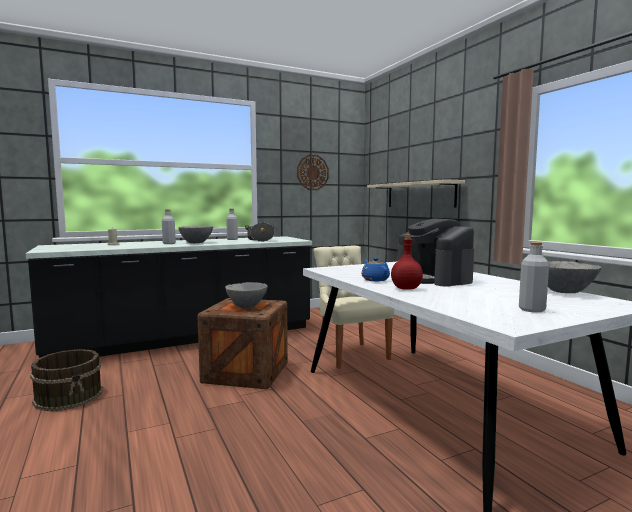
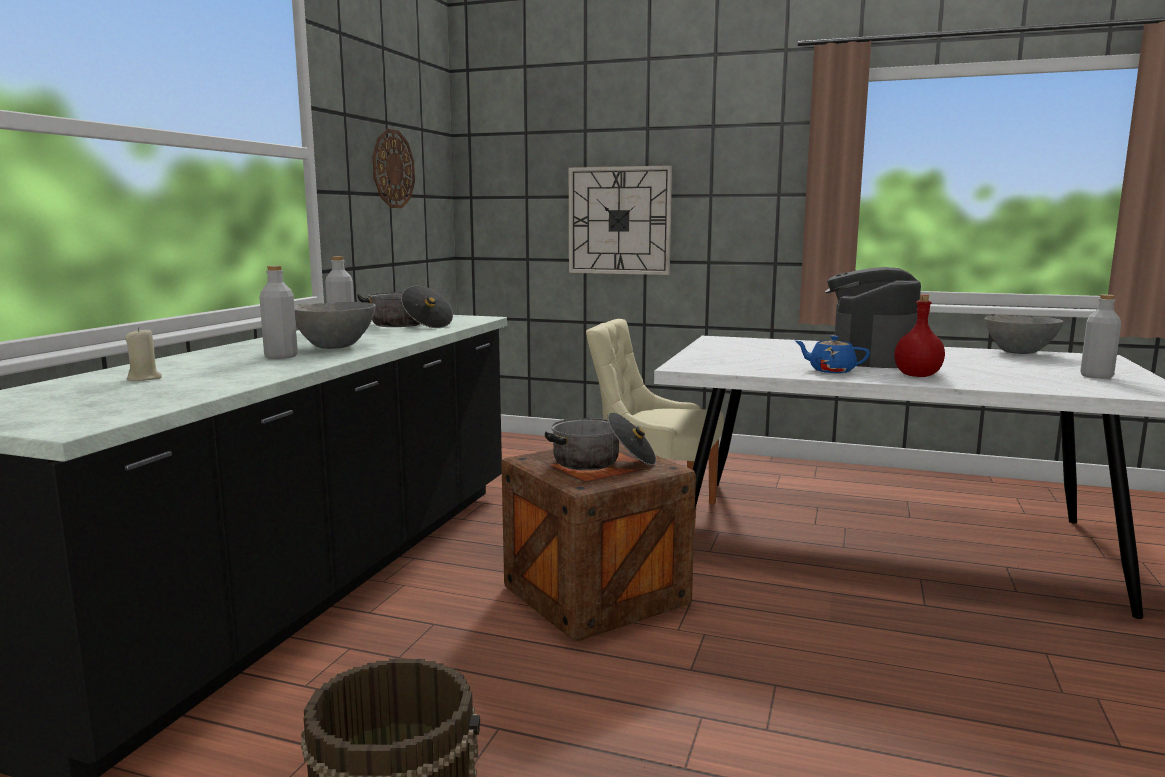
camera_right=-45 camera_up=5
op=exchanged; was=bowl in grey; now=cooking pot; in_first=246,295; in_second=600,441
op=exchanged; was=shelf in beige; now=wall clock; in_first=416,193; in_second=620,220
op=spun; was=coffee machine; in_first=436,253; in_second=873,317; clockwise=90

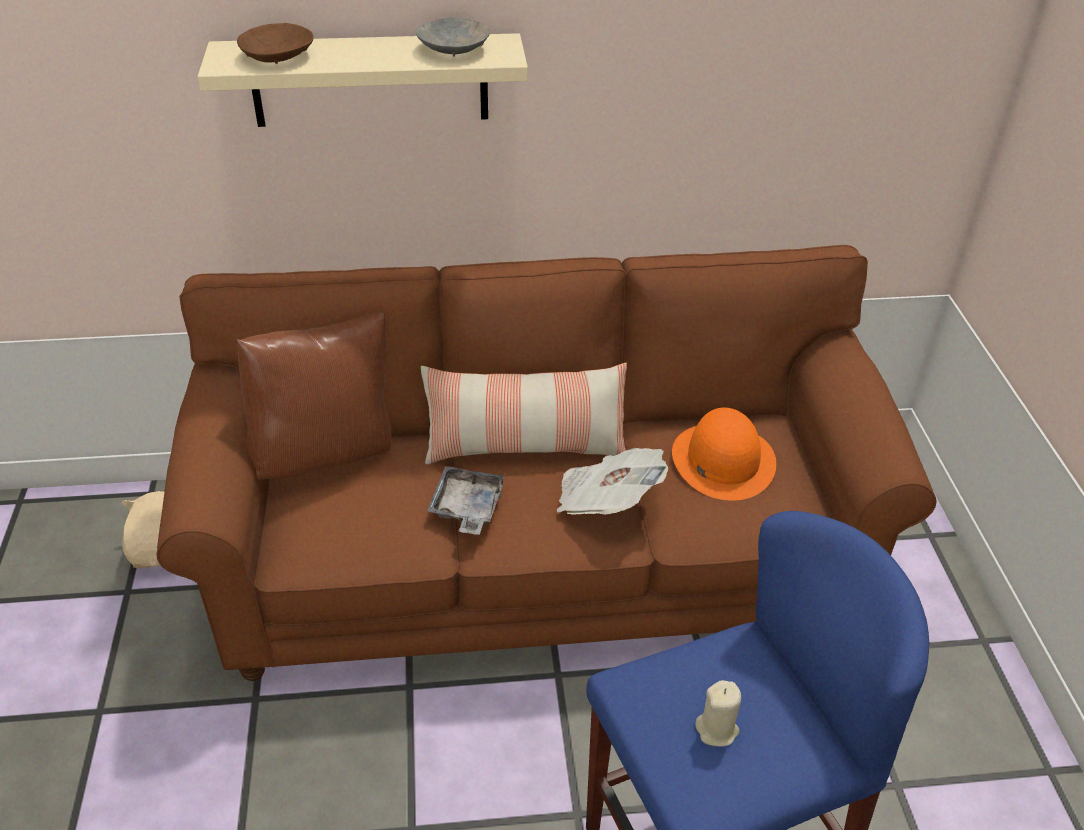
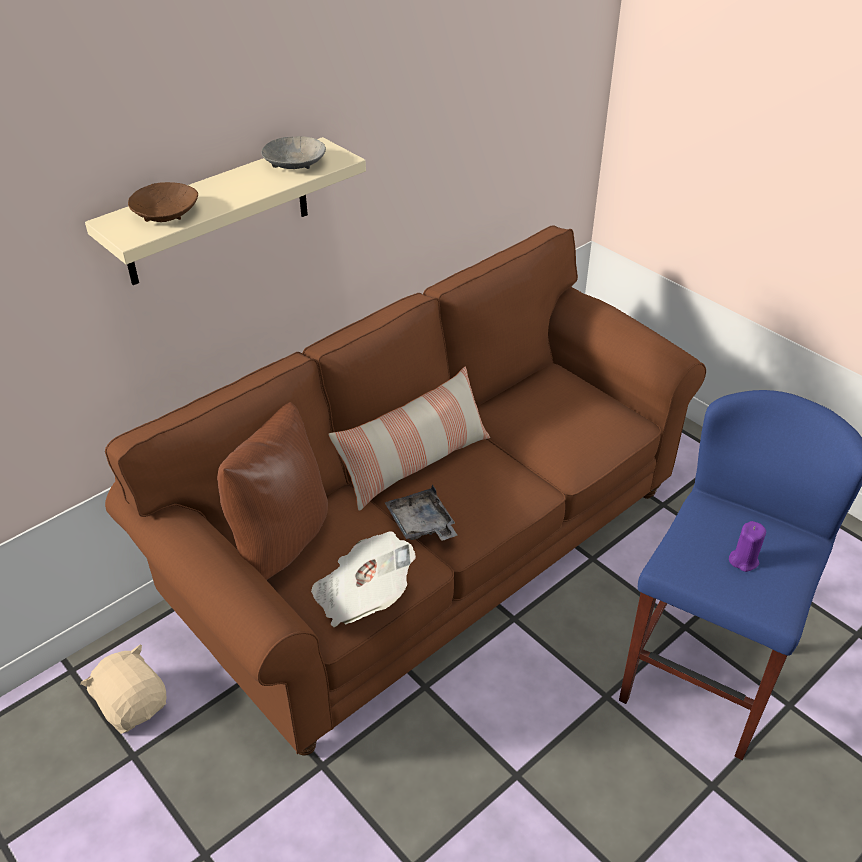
camera_right=-35 camera_up=0
op=missing; was=hat in orange; in_first=724,454
op=relocated; was=newspaper; in_first=612,481; in_second=363,579
op=colour; was=candle in beige; now=candle in purple; in_first=718,713; in_second=747,546

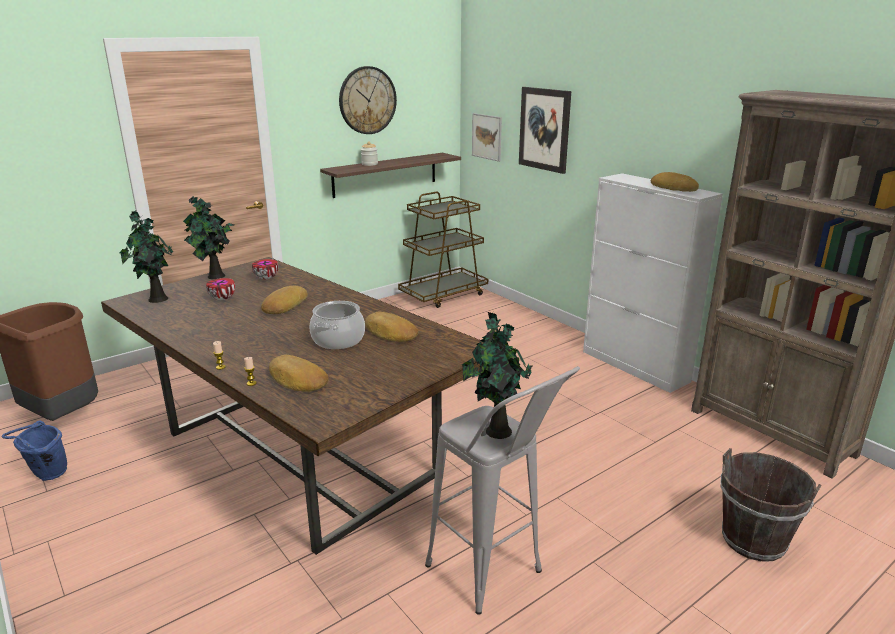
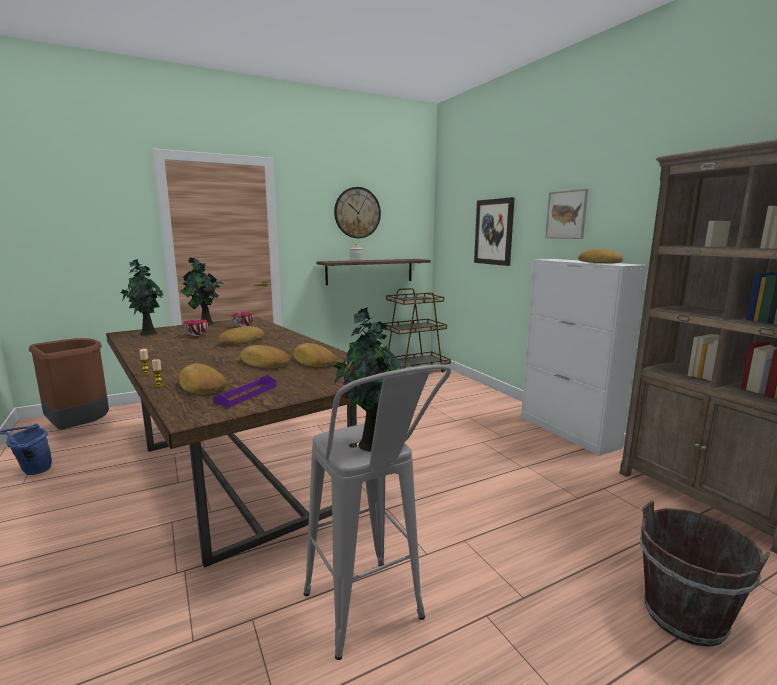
camera_right=10 camera_up=-10
op=appeared; now=tray in purple; in_second=244,391
op=relocated; was=picture; in_first=487,137; in_second=566,214
op=exchanged; was=cooking pot; now=bread; in_first=337,325; in_second=265,356

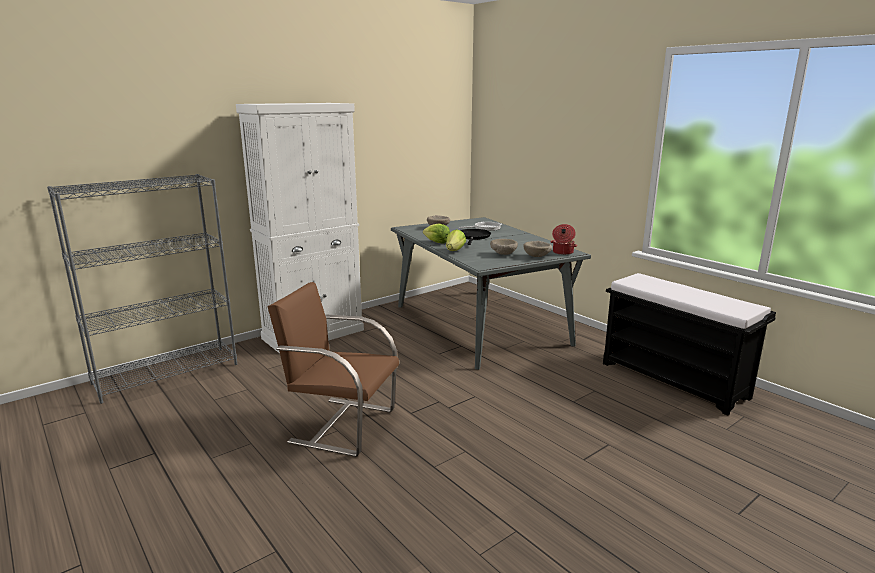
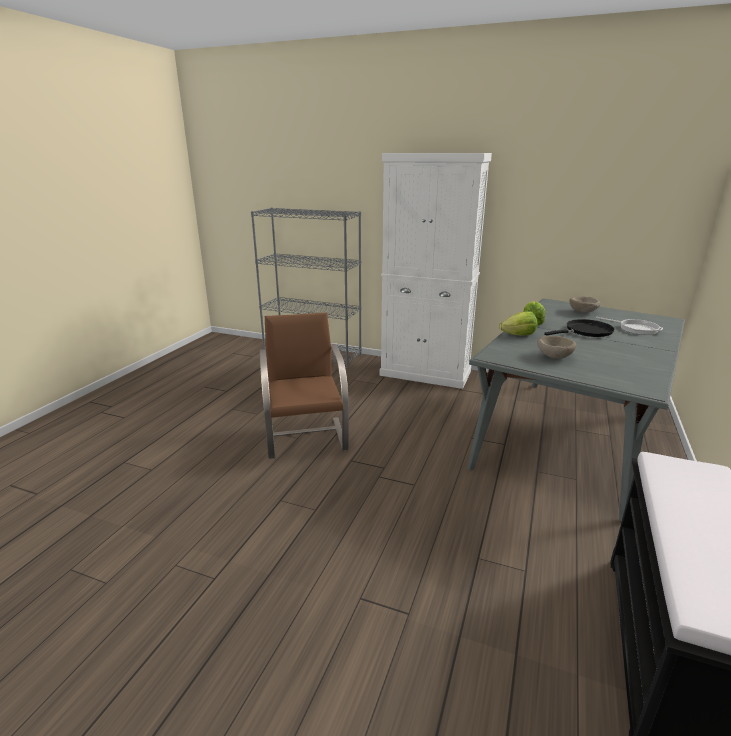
camera_right=60 camera_up=5
op=missing; was=bowl in beige; in_first=537,249
op=missing; was=cooking pot; in_first=563,239

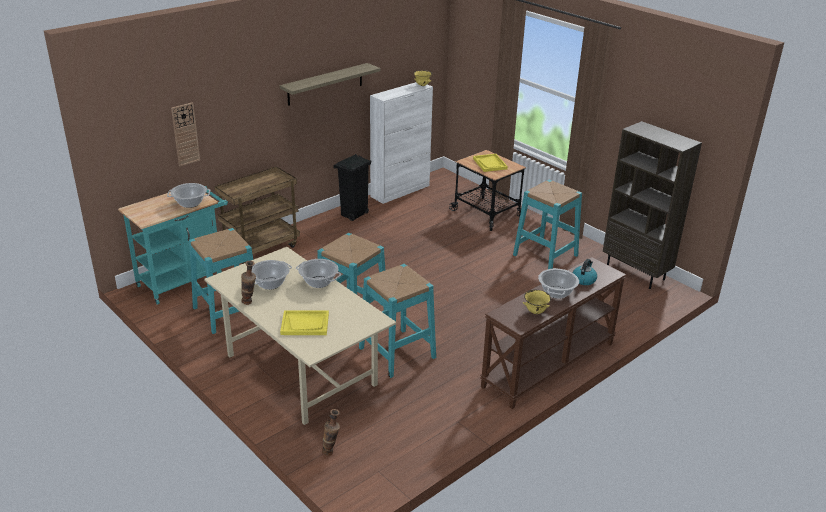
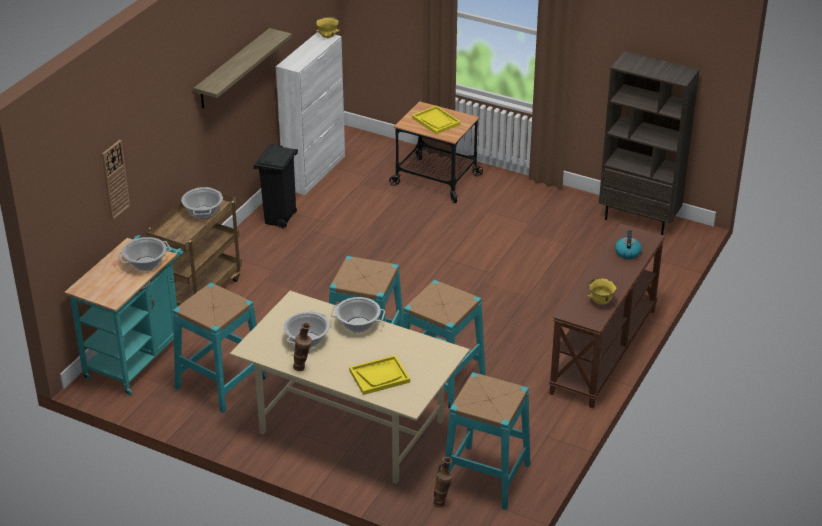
camera_right=-20 camera_up=5
op=relocated; was=stool in turquoise; in_first=547,224; in_second=488,441
op=relocated; was=cooking pot; in_first=558,283; in_second=202,203

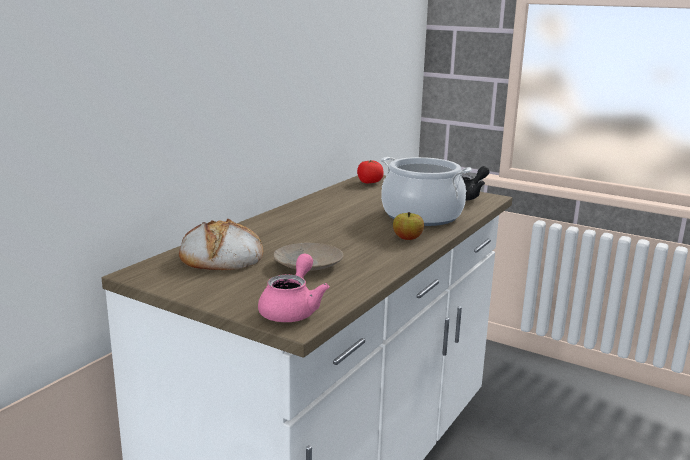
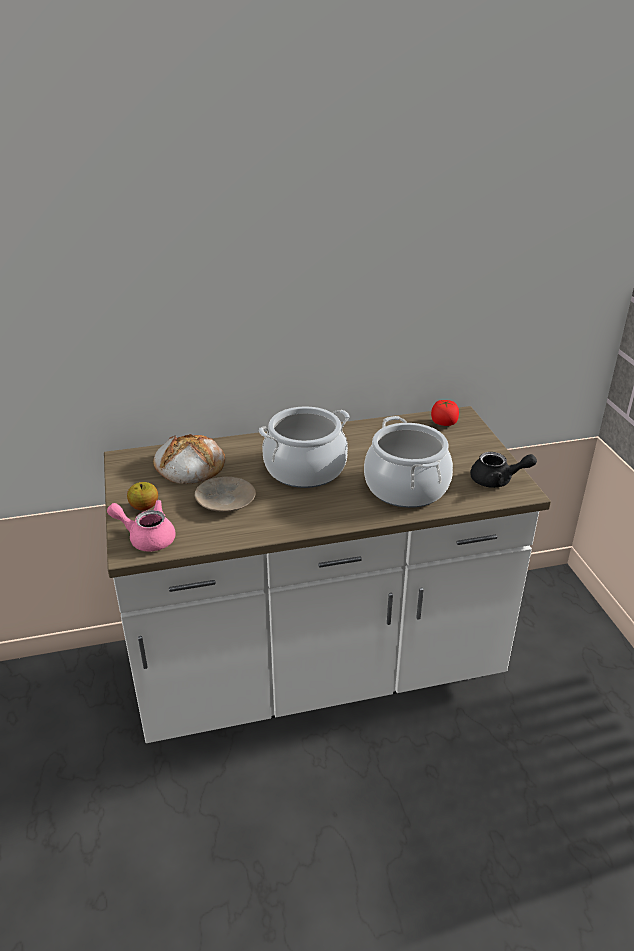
camera_right=45 camera_up=15
op=appeared; now=cooking pot; in_second=304,447
op=relocated; was=apple; in_first=408,226; in_second=142,496
op=spun; was=teapot in pink; in_first=293,288; in_second=141,525; clockwise=-135

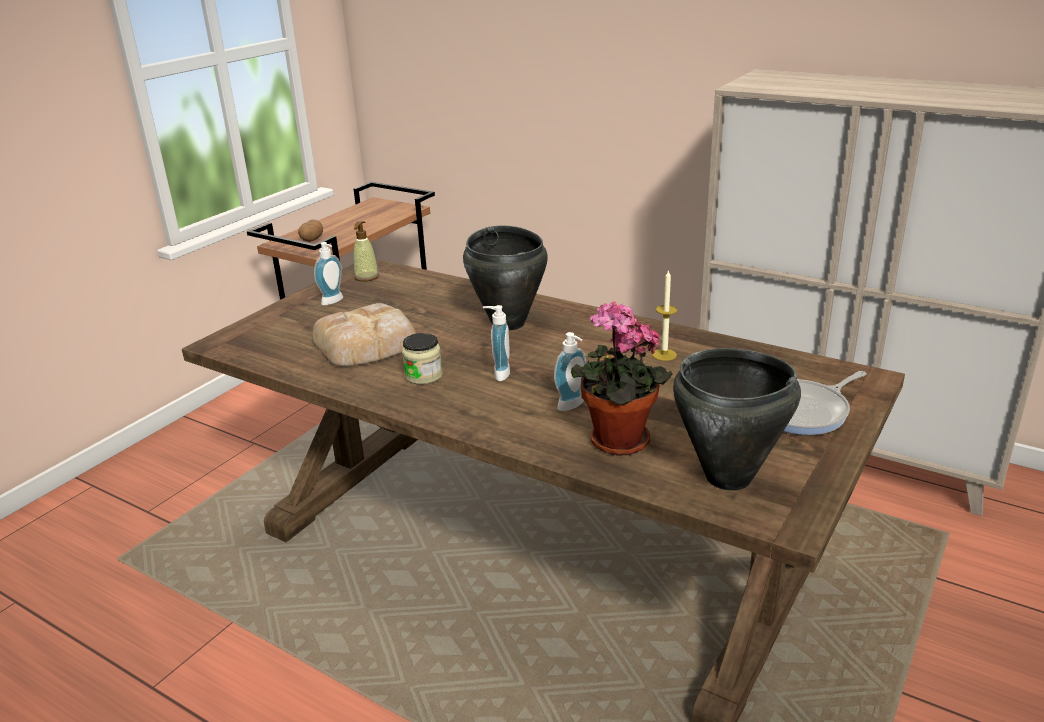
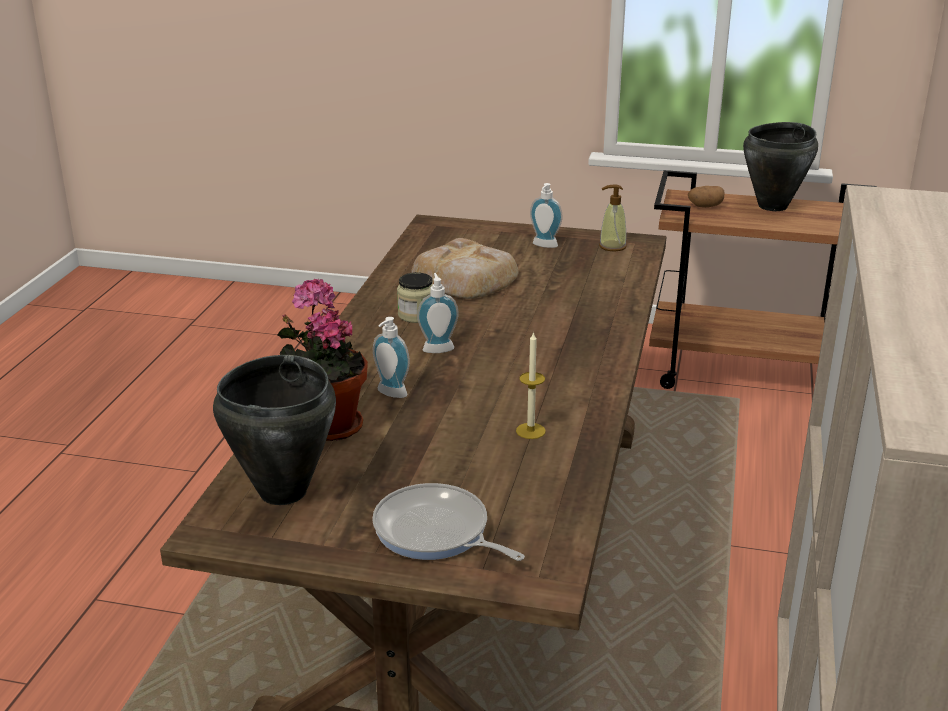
camera_right=70 camera_up=0
op=relocated; was=cooking pot in black; in_first=505,278; in_second=780,166

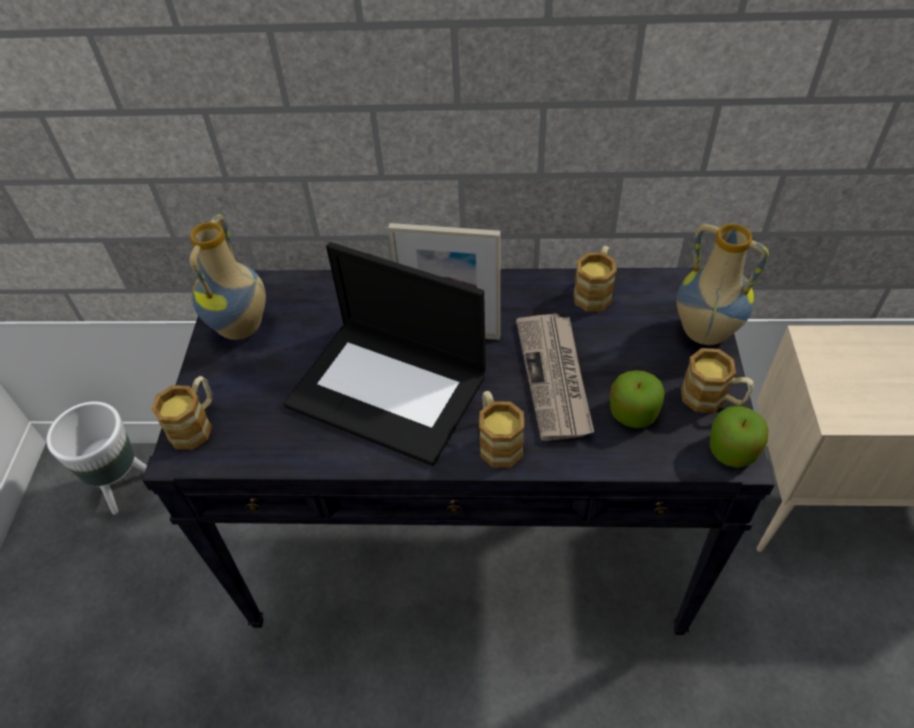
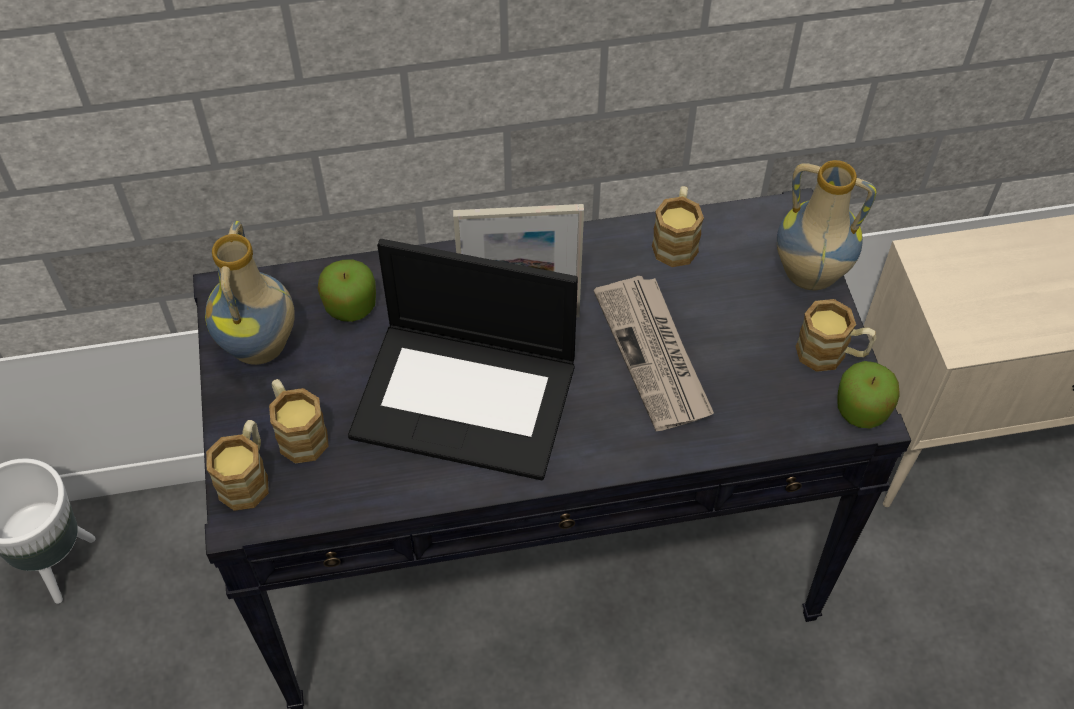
camera_right=-15 camera_up=5
op=relocated; was=mug; in_first=501,429; in_second=299,421
op=relocated; was=apple; in_first=637,399; in_second=346,290

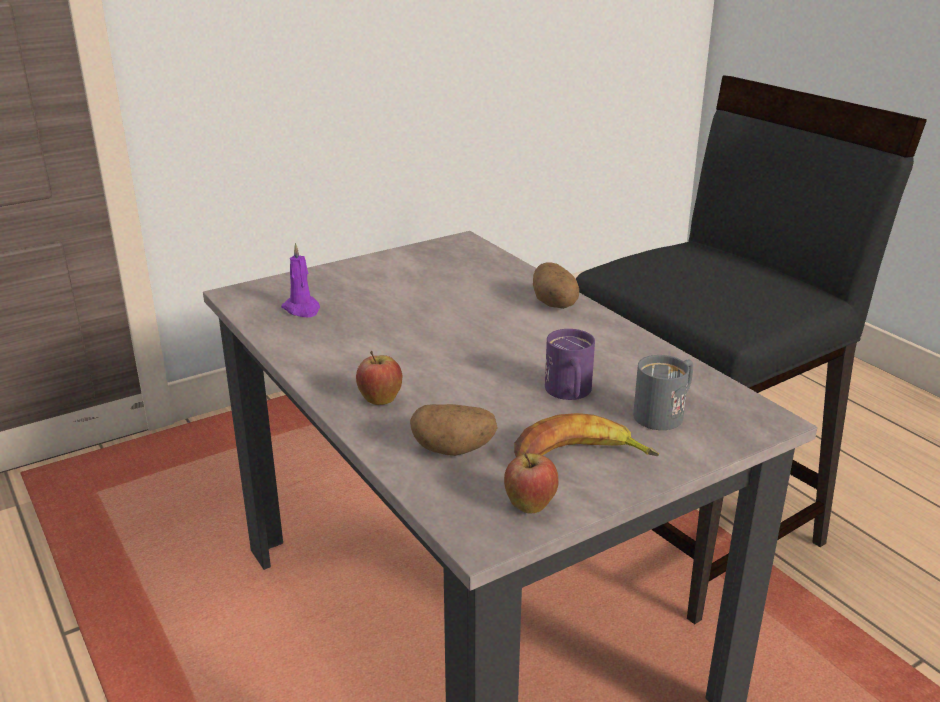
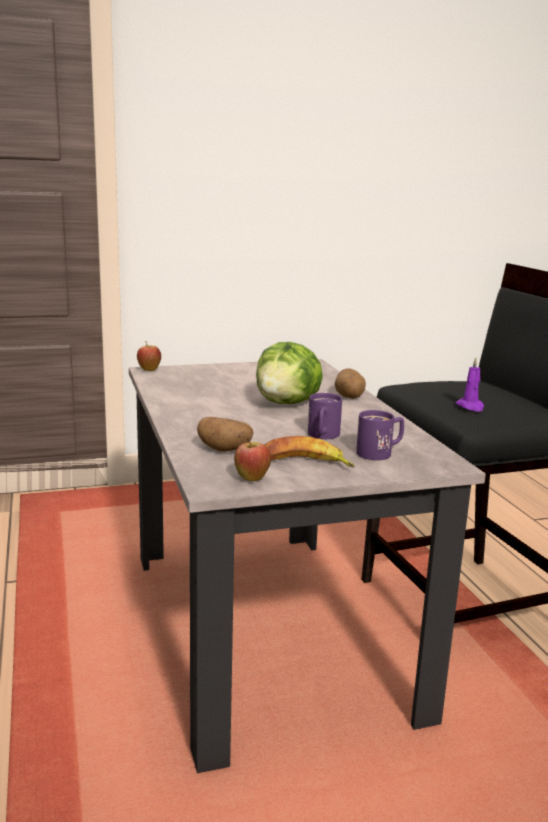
camera_right=15 camera_up=-10
op=appeared; now=lettuce; in_second=289,373
op=relocated; was=candle in purple; in_first=300,280; in_second=470,384
op=relocated; was=apple; in_first=379,378; in_second=149,356
op=colour; was=mug in grey; now=mug in purple; in_first=663,392; in_second=380,435

